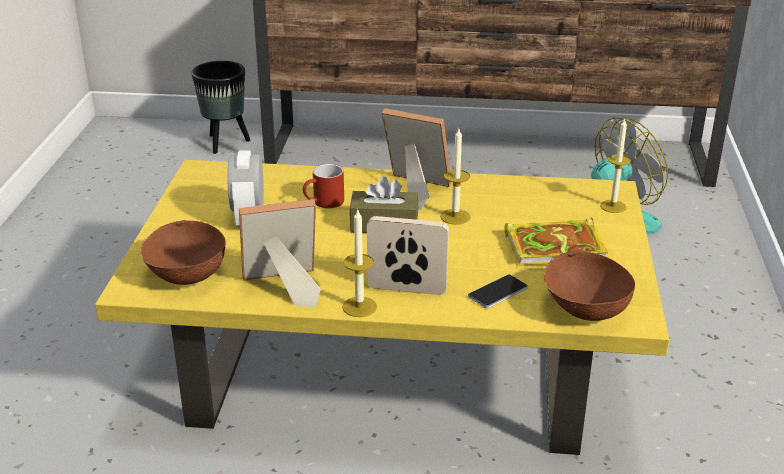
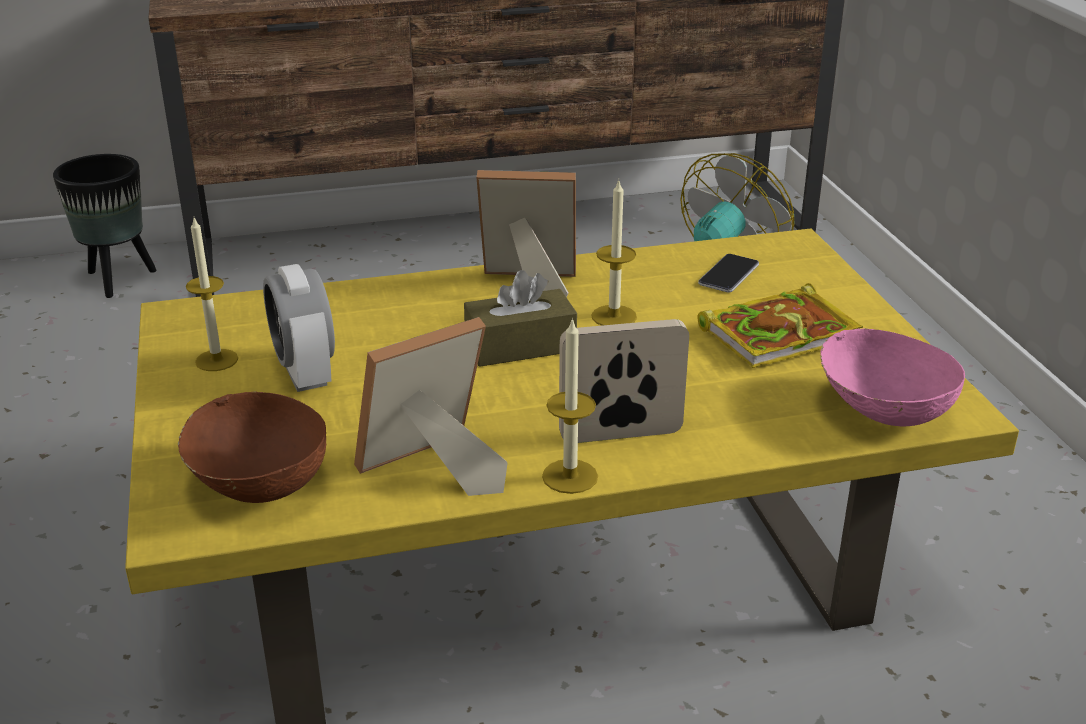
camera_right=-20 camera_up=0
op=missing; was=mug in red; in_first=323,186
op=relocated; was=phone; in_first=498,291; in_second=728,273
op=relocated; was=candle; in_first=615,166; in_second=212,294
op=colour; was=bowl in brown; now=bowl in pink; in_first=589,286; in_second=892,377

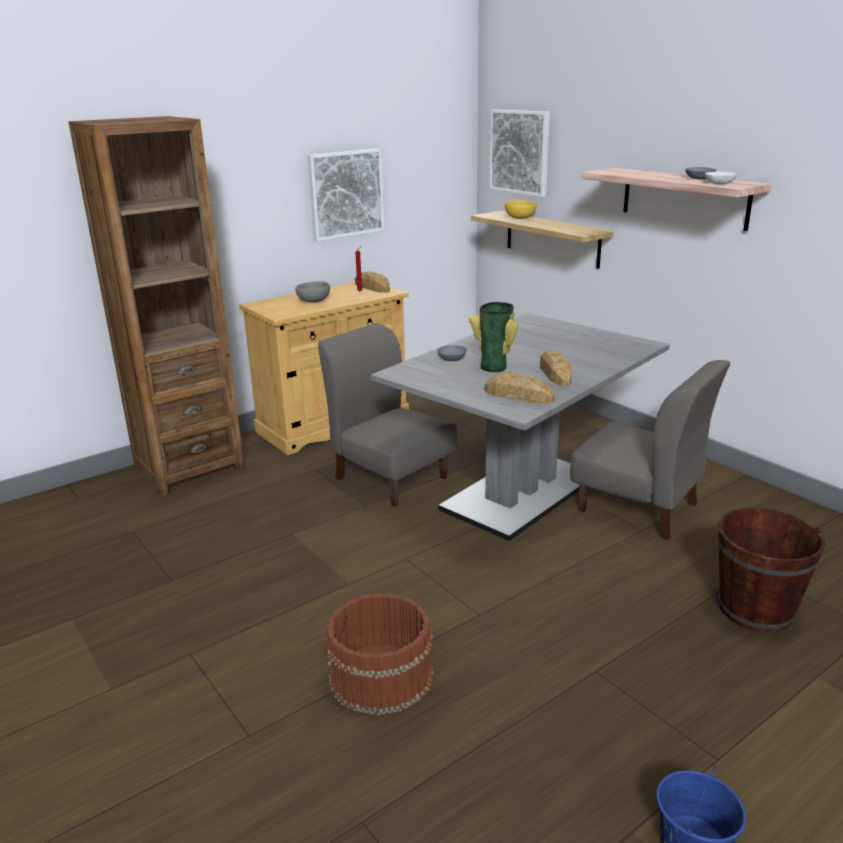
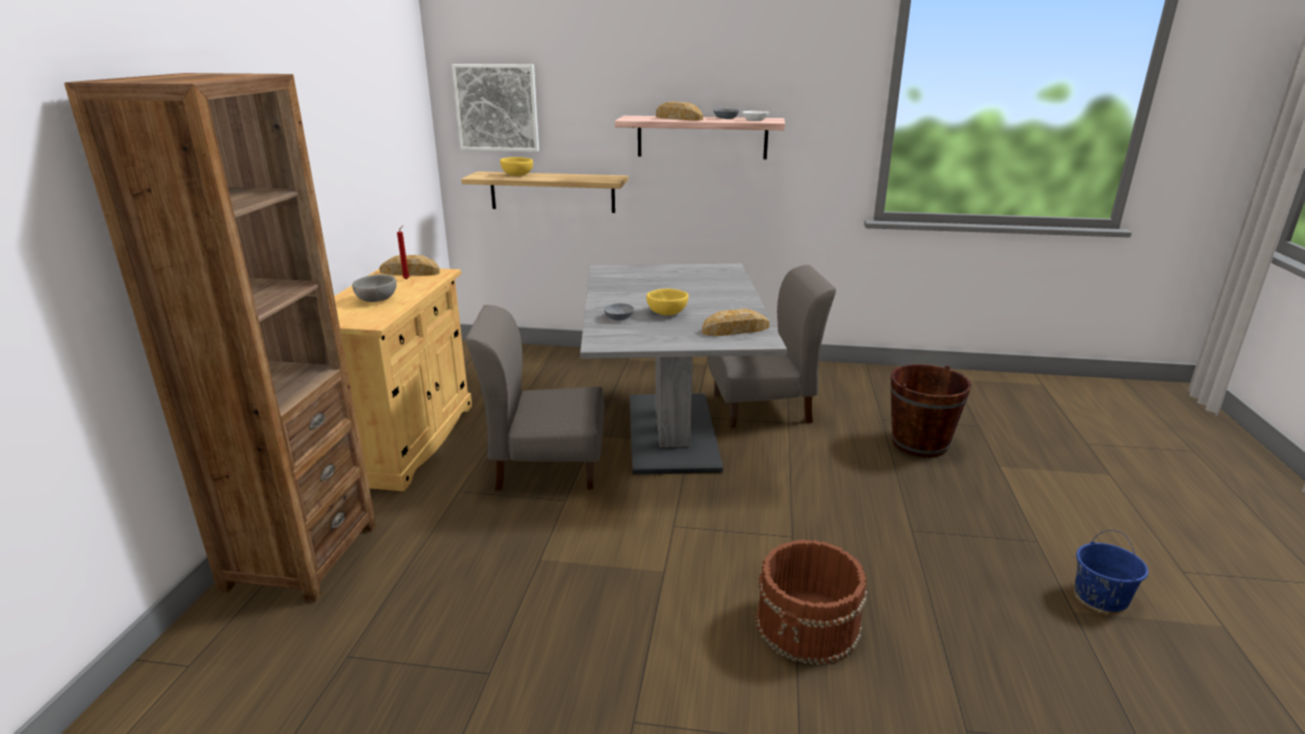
camera_right=-45 camera_up=0
op=missing; was=picture; in_first=346,195
op=relocated; was=bread; in_first=556,368; in_second=679,111
op=exchanged; was=vase; now=bowl in yellow; in_first=493,337; in_second=668,302

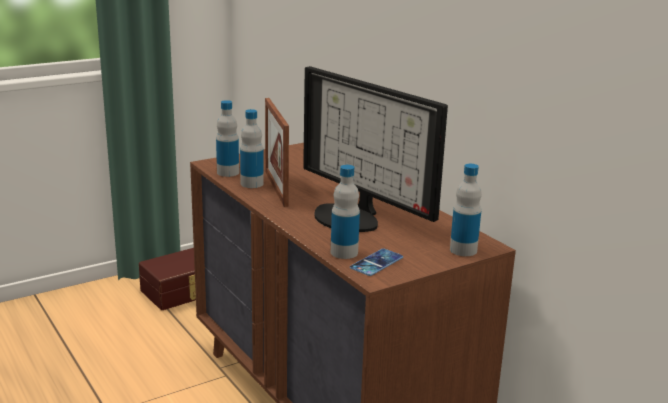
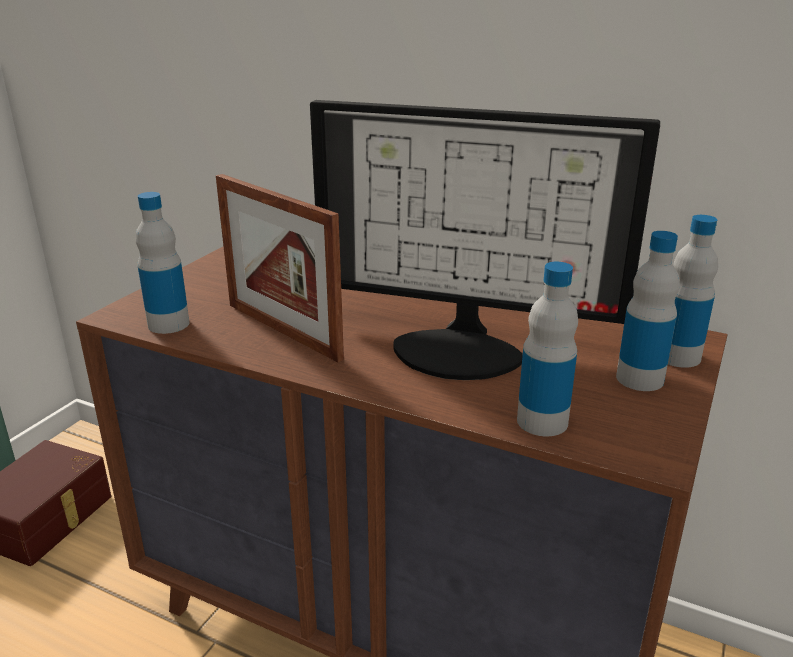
camera_right=-30 camera_up=5
op=missing; was=phone; in_first=376,262
op=relocated; was=bottle; in_first=252,148; in_second=648,311

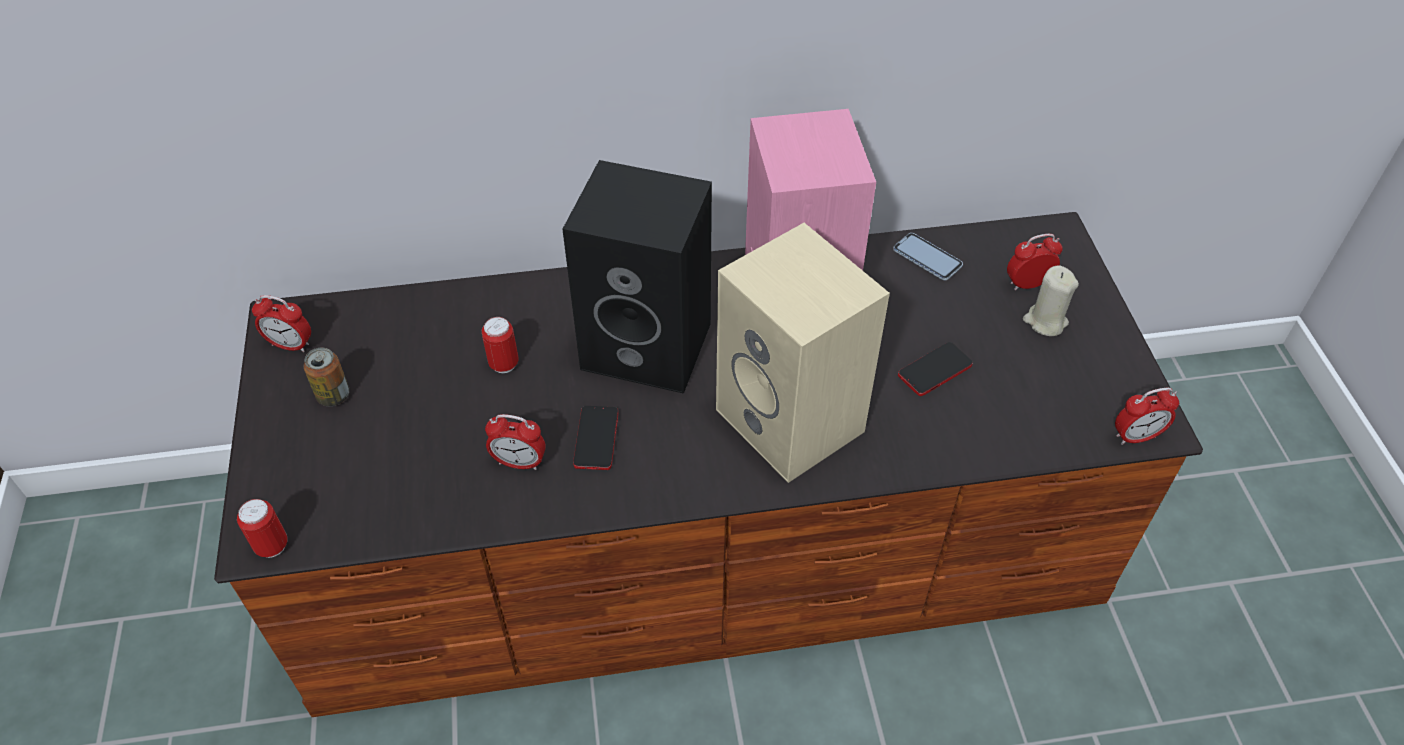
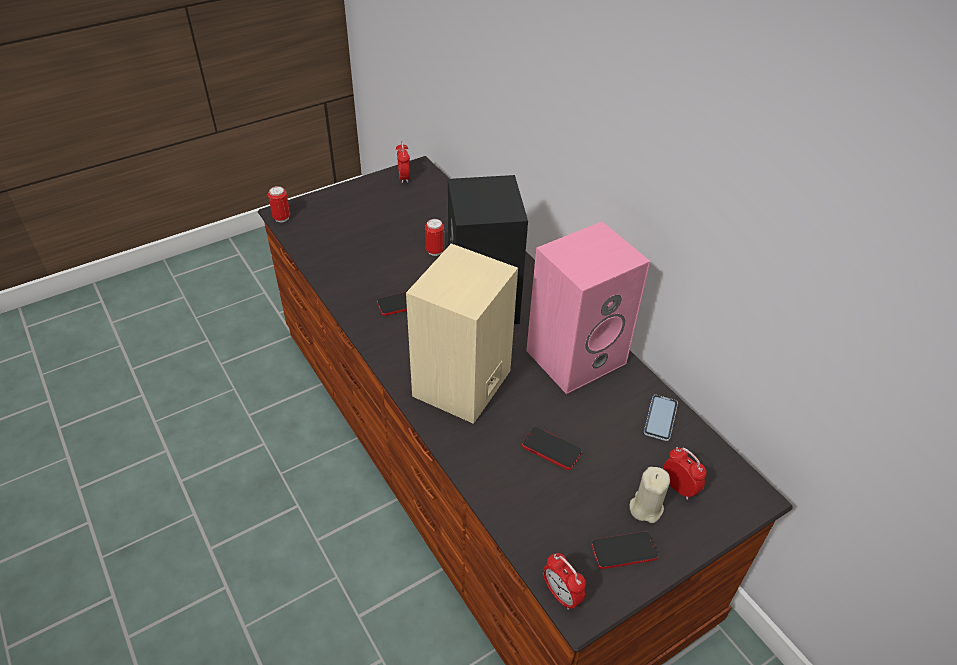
camera_right=65 camera_up=-5
op=missing; was=can; in_first=327,377
op=missing; was=alarm clock; in_first=515,442
op=appeared; now=phone; in_second=624,550

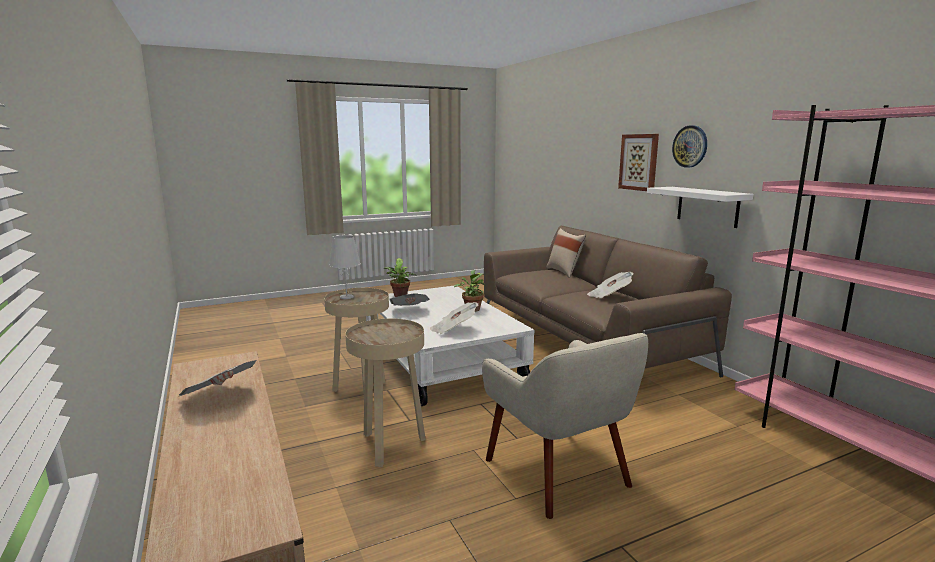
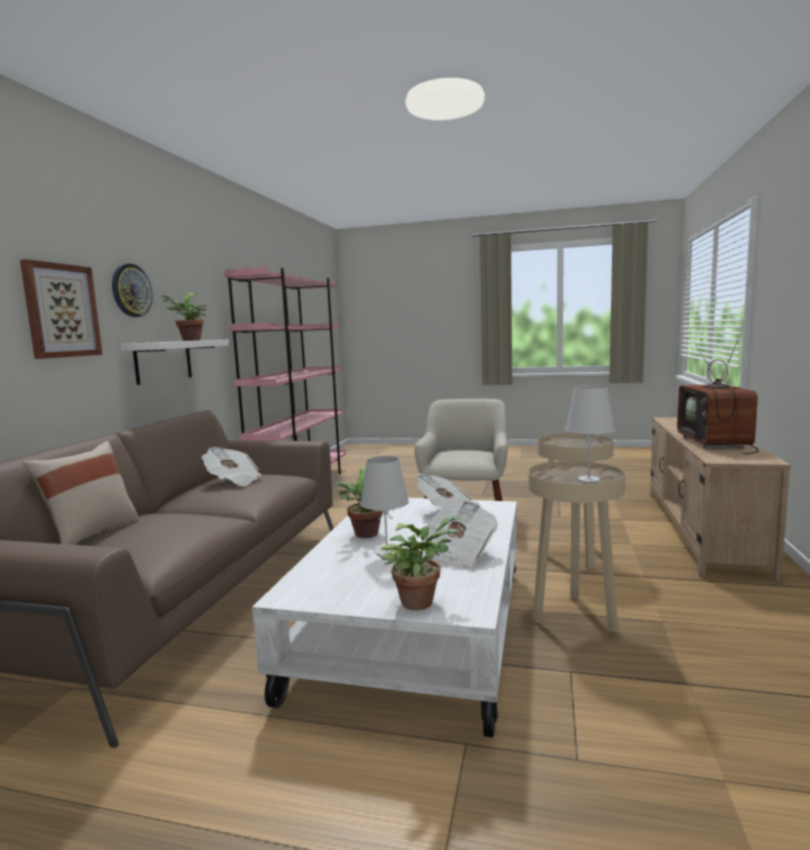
camera_right=-140 camera_up=-5
op=appeared; now=potted plant; in_second=183,317
op=appeared; now=table lamp in white; in_second=384,506
op=exchanged; was=newspaper; now=television; in_first=217,378; in_second=718,397

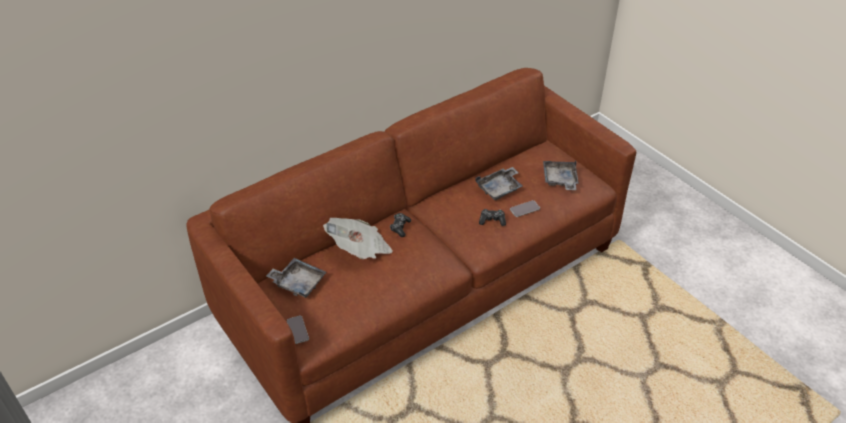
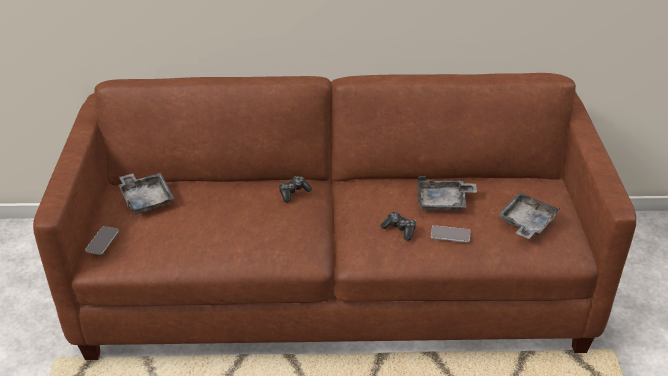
camera_right=35 camera_up=-5
op=missing; was=newspaper; in_first=358,238

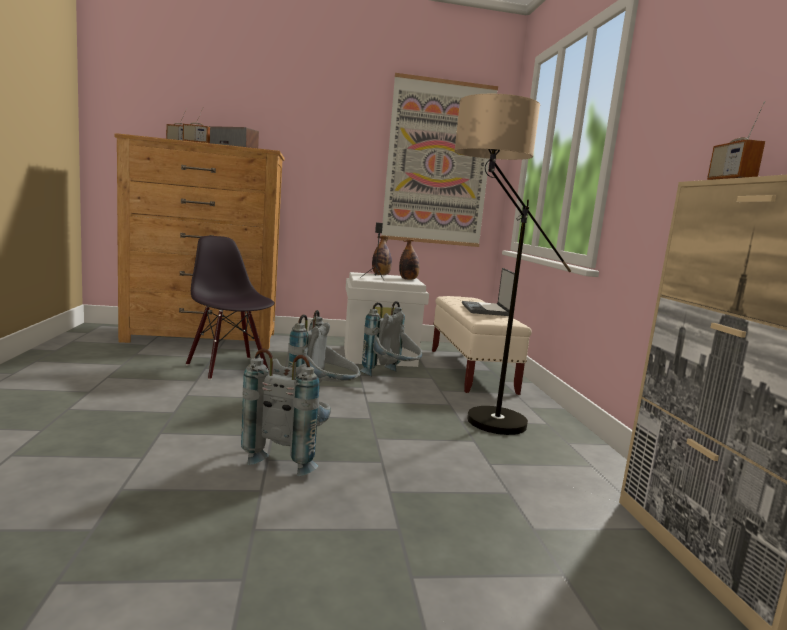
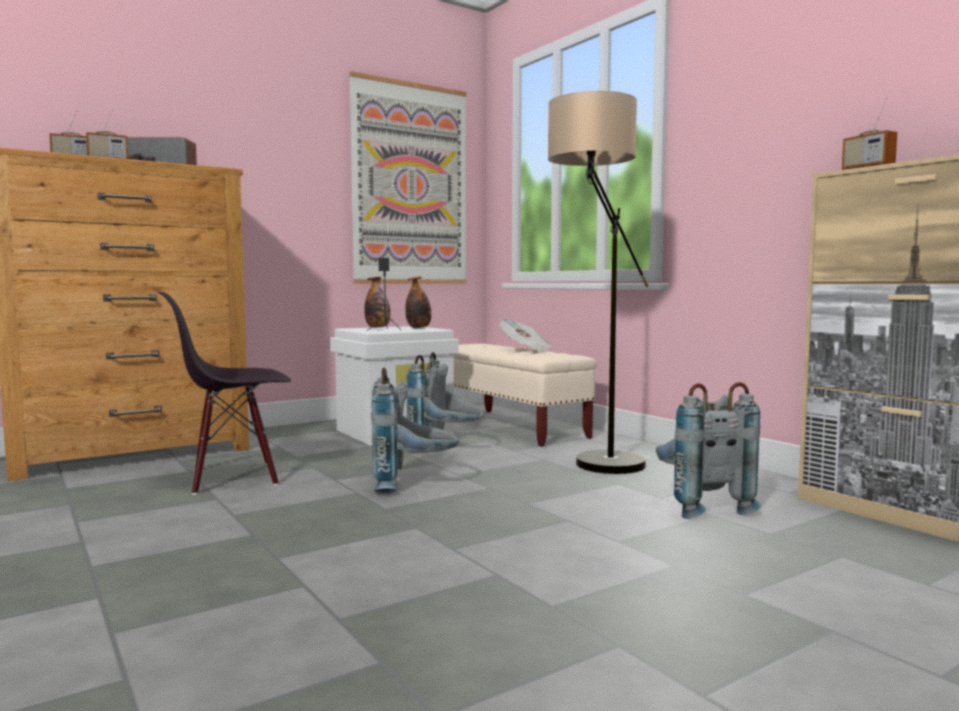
camera_right=-25 camera_up=-5
op=relocated; was=backpack in grey; in_first=286,412; in_second=708,450
op=exchanged; was=laptop; now=newspaper; in_first=488,292; in_second=525,335
op=spun; was=chair in black; in_first=230,308; in_second=224,393; clockwise=-45

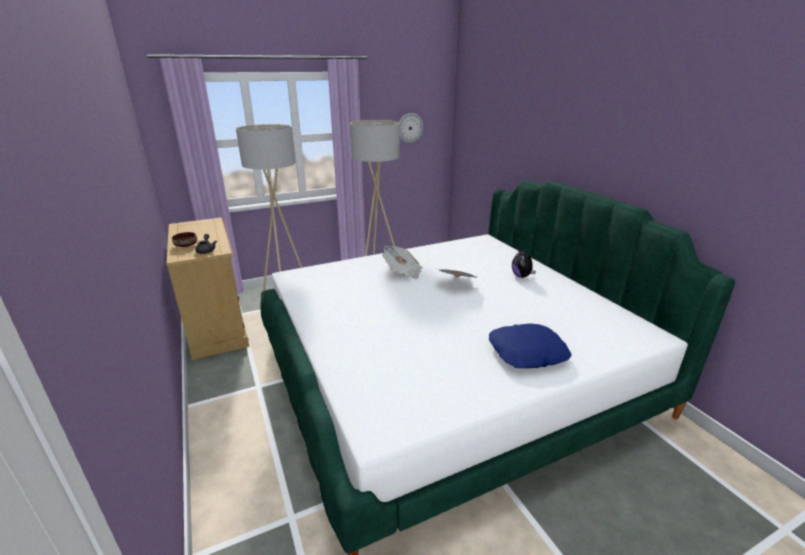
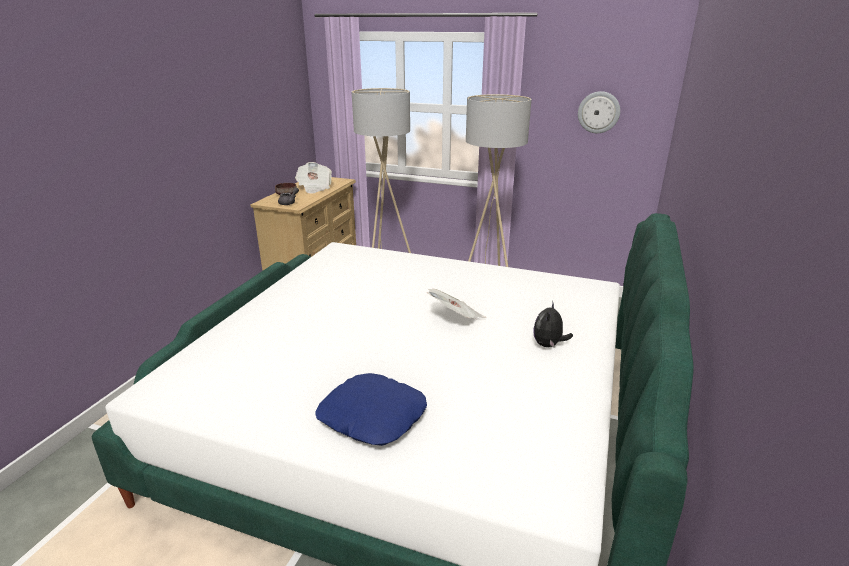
camera_right=45 camera_up=0
op=relocated; was=newspaper; in_first=402,262; in_second=313,178

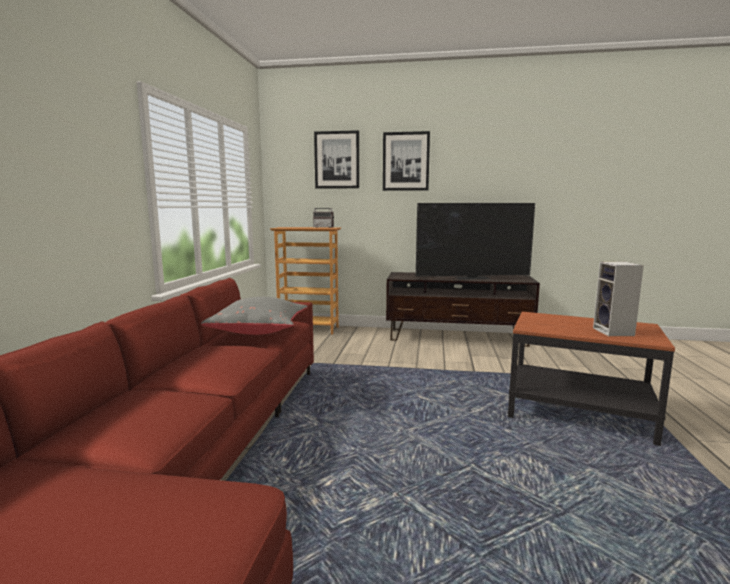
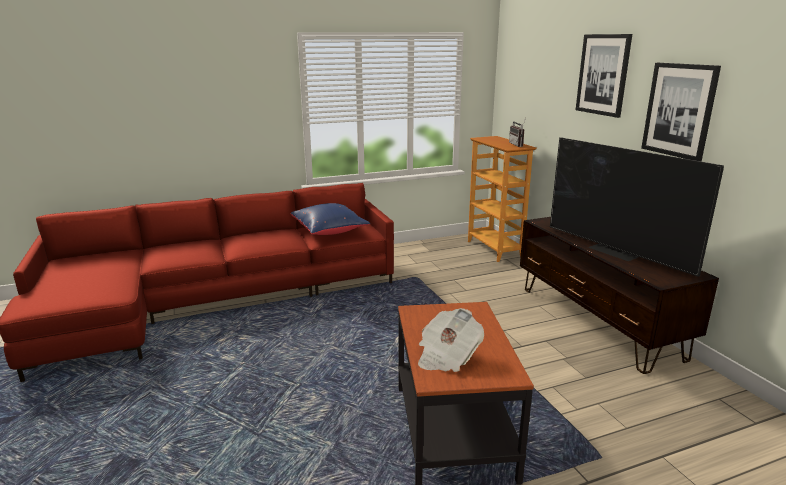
camera_right=60 camera_up=10
op=relocated; was=picture; in_first=336,159; in_second=681,112
op=exchanged; was=speaker; now=newspaper; in_first=618,299; in_second=451,340
op=colour; was=pillow in grey; now=pillow in blue; in_first=254,316; in_second=330,219

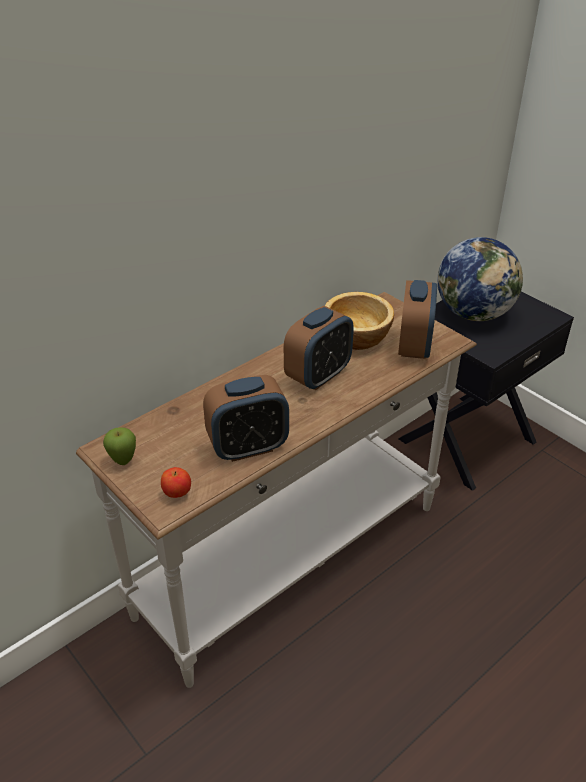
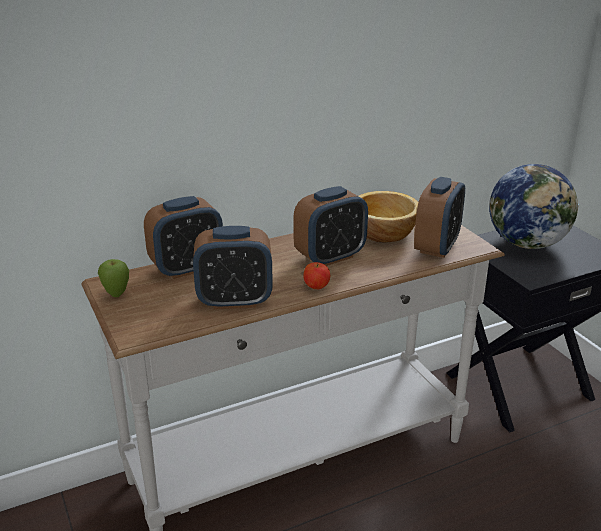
camera_right=15 camera_up=-10
op=appeared; now=alarm clock; in_second=183,237
op=relocated; was=apple; in_first=176,482; in_second=316,275

